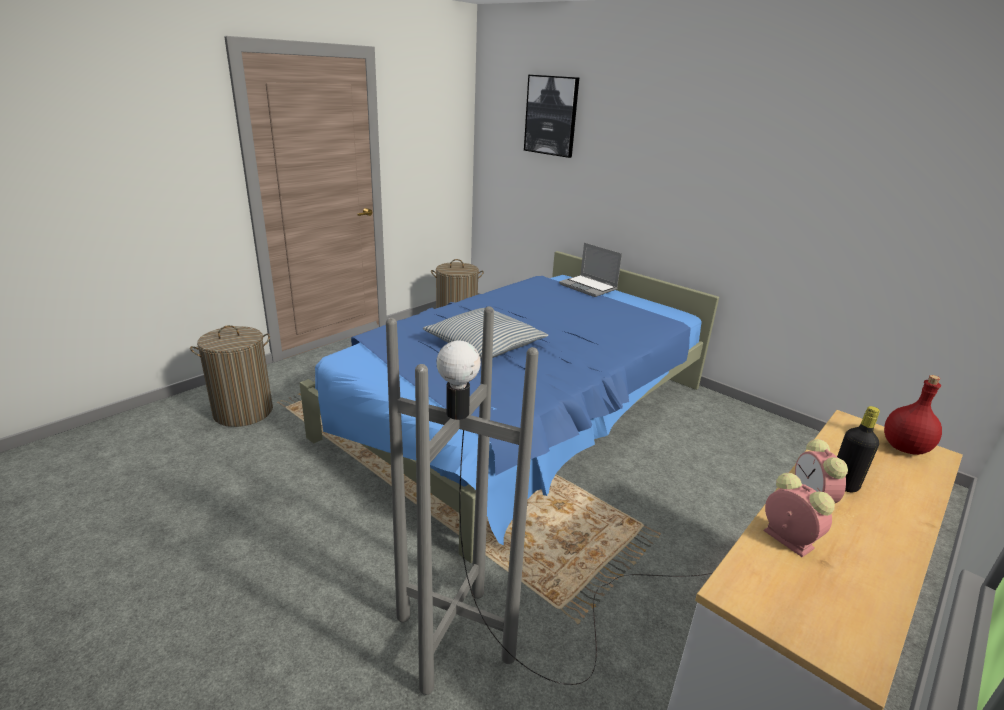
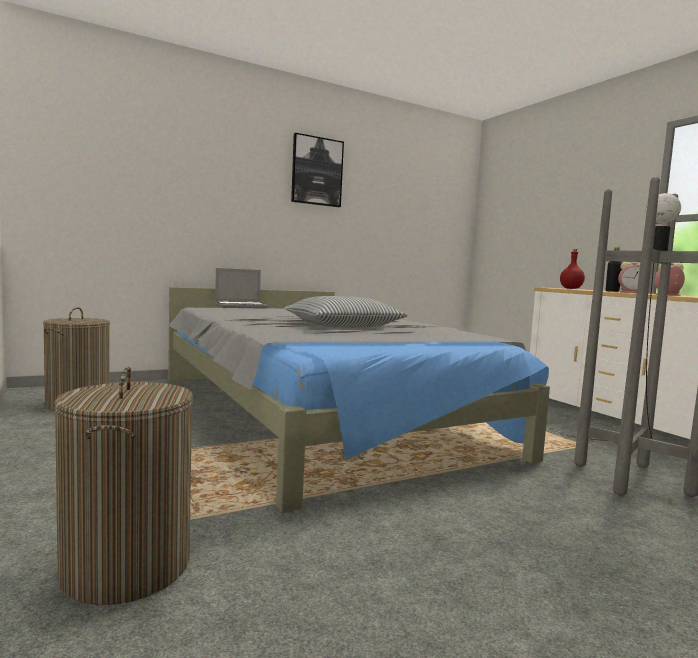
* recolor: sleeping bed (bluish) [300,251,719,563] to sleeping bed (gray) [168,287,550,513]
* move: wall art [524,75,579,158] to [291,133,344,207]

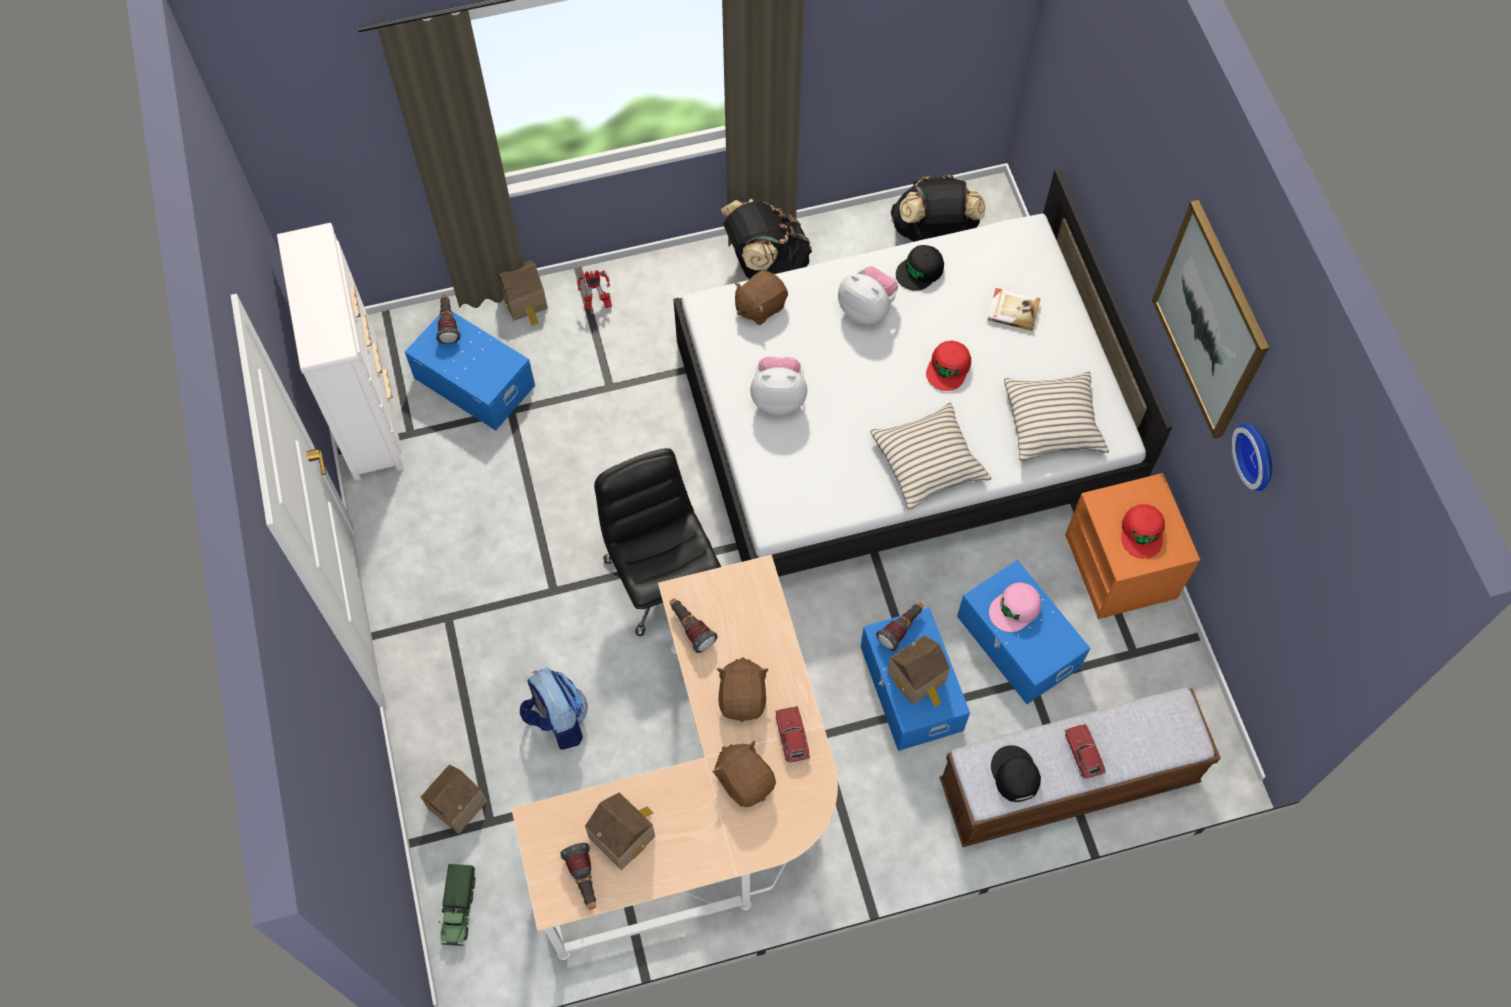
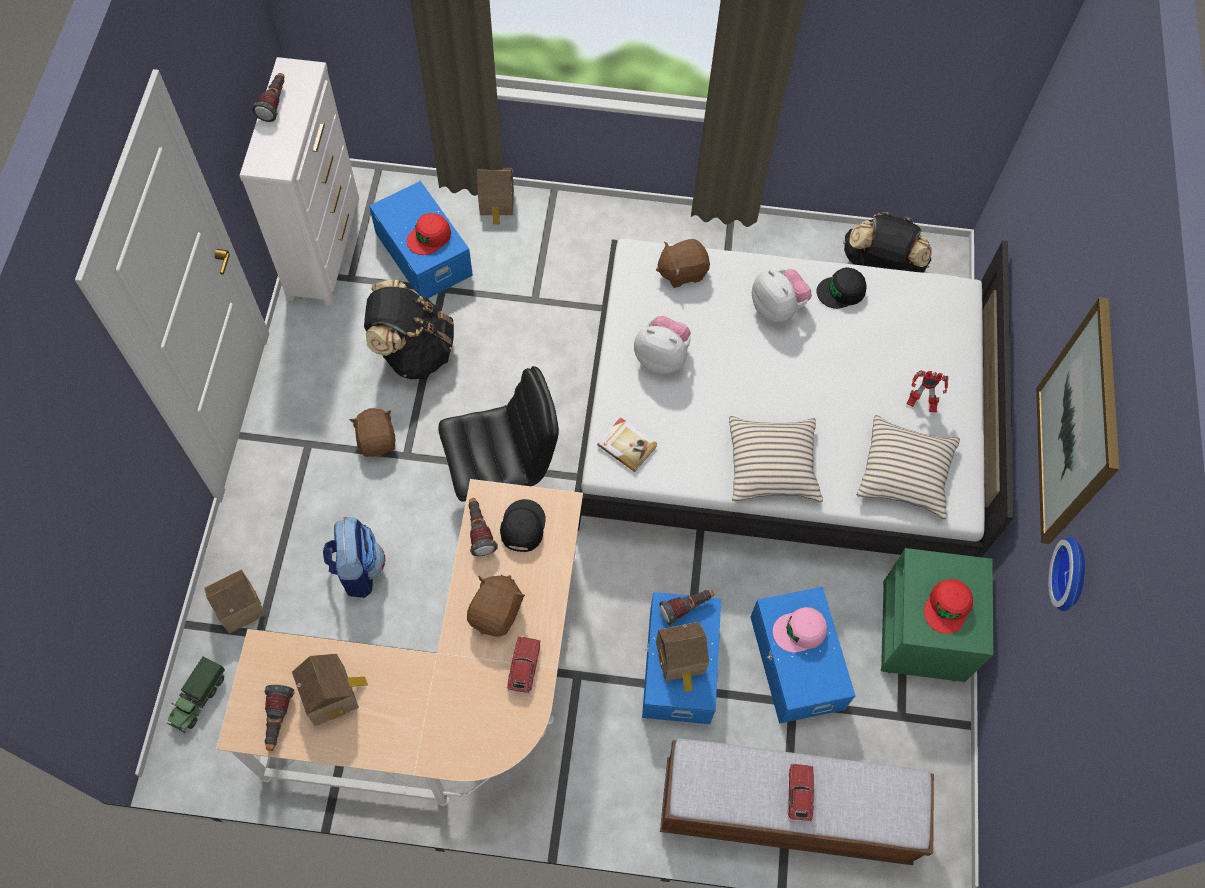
* move: torch [436,295,461,344] to [252,73,285,122]
* move: toy robot [577,270,612,309] to [907,370,948,412]
* rotate: computer chair (black) [594,448,721,636] = [438,366,559,501] 75 degrees clockwise
* move: plush toy (brownish) [712,741,776,807] to [350,408,395,457]
* move: backpack (black) [721,199,812,279] to [364,280,454,379]
* move: peaked cap (red-coloured) [926,340,971,391] to [407,213,451,255]
* move: bound book [988,288,1041,331] to [597,417,658,472]
* move: peaked cap (black) [991,745,1041,802] to [500,499,546,552]
* recolor: nightstand (orange) [1065,473,1200,619] to nightstand (green) [881,548,994,682]

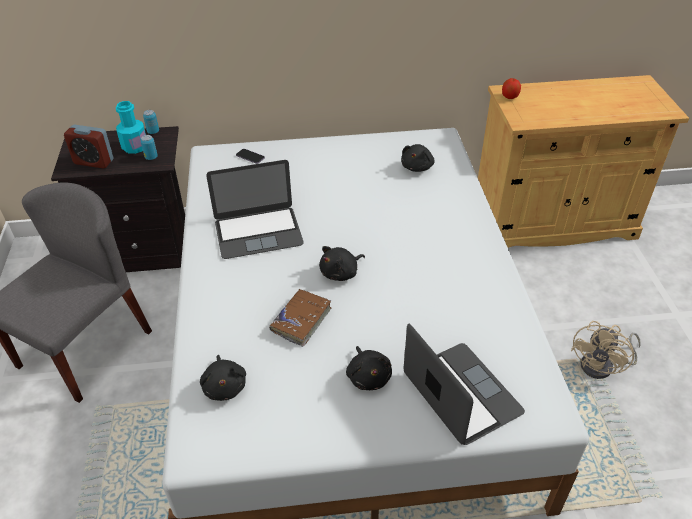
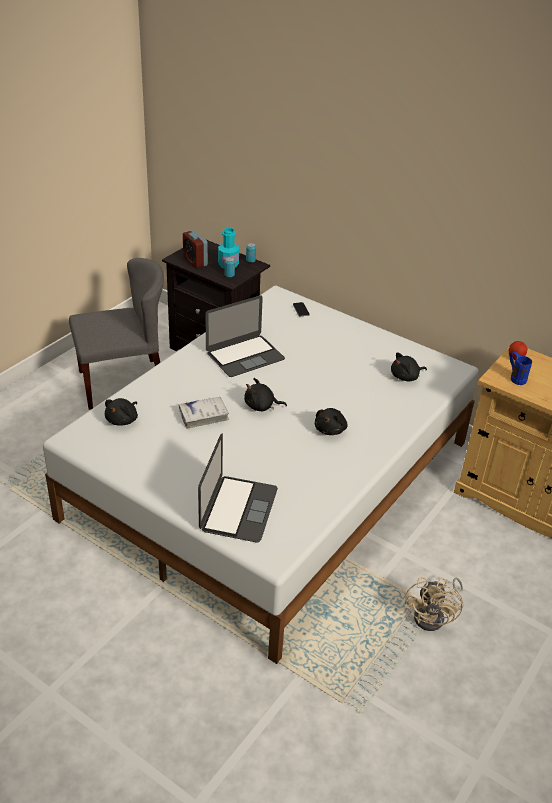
* rotate: portable computer [206,160,304,259] = [206,295,285,377] 60 degrees counterclockwise
* recolor: bound book (brownish) [269,289,332,347] to bound book (whitish) [179,396,229,428]
* move: plush toy (black) [346,346,392,390] to [315,408,348,435]
* rotate: cooling fan (beige) [571,321,641,379] = [405,577,463,631] 60 degrees counterclockwise
* insert: coffee mug (bluish) [510,352,532,385]

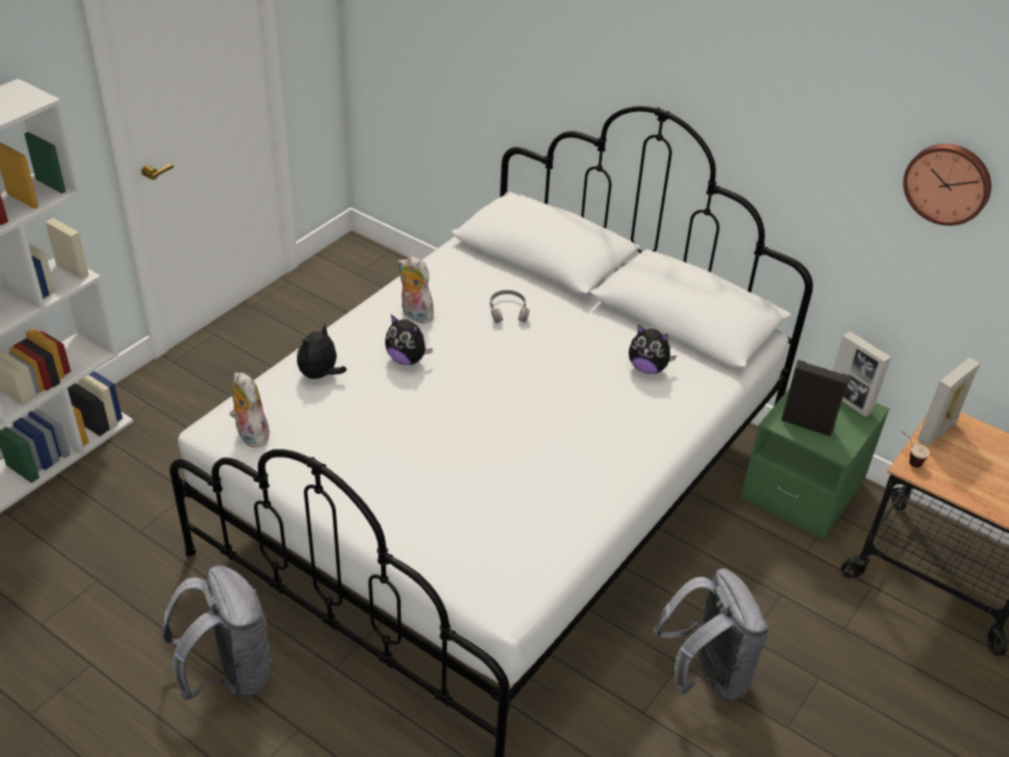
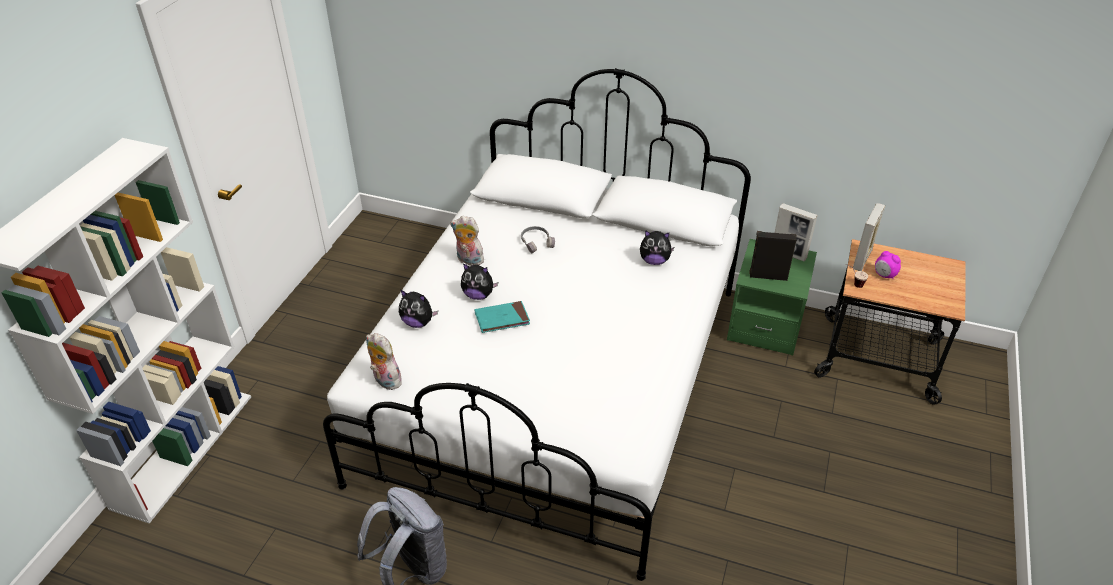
* rotate: plush toy [297,324,347,379] = [399,290,438,328] 90 degrees counterclockwise
* delete: backpack (gray) [653,568,769,701]
* delete: wall clock [903,144,991,226]
* insert: bound book (turquoise) [475,301,530,333]
* insert: table clock [875,251,901,279]

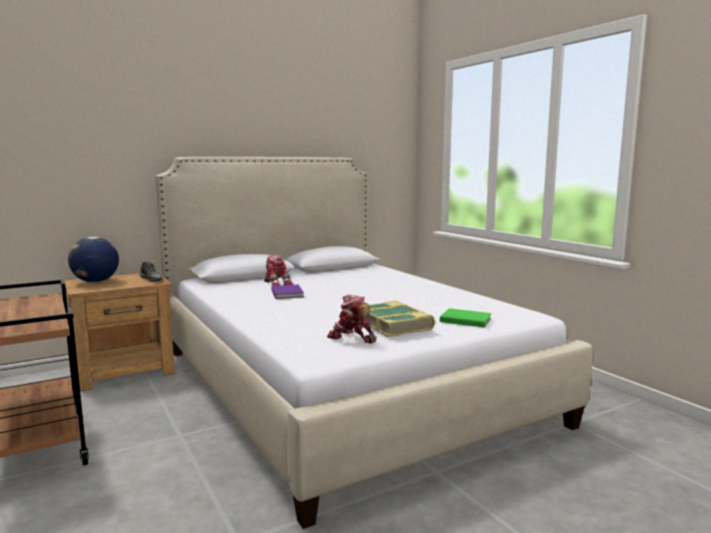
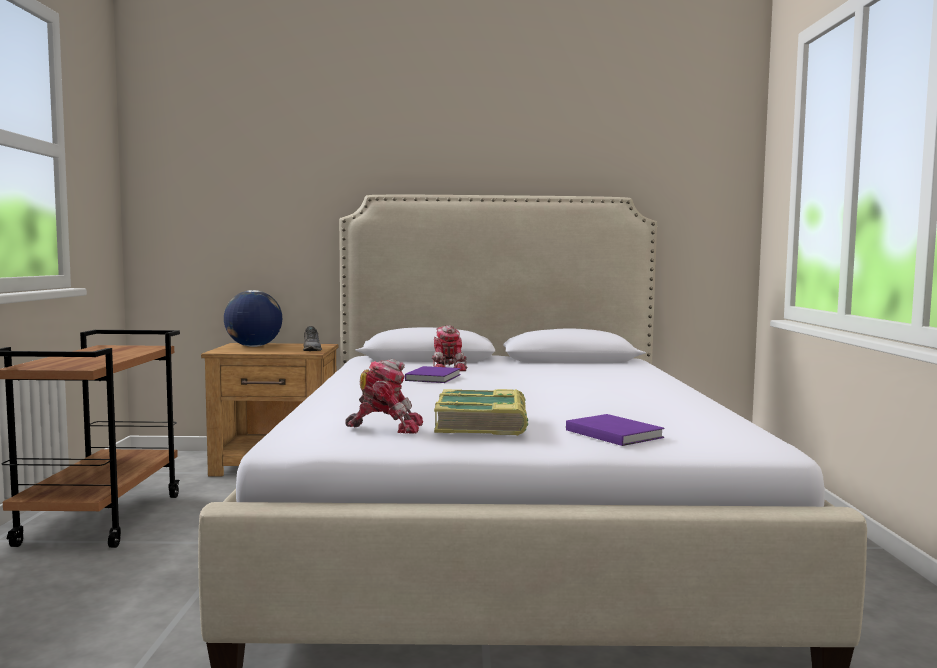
* rotate: toy robot [327,294,377,344] = [345,359,423,434] 120 degrees clockwise
* recolor: bound book (green) [440,308,492,327] to bound book (purple) [566,414,665,446]

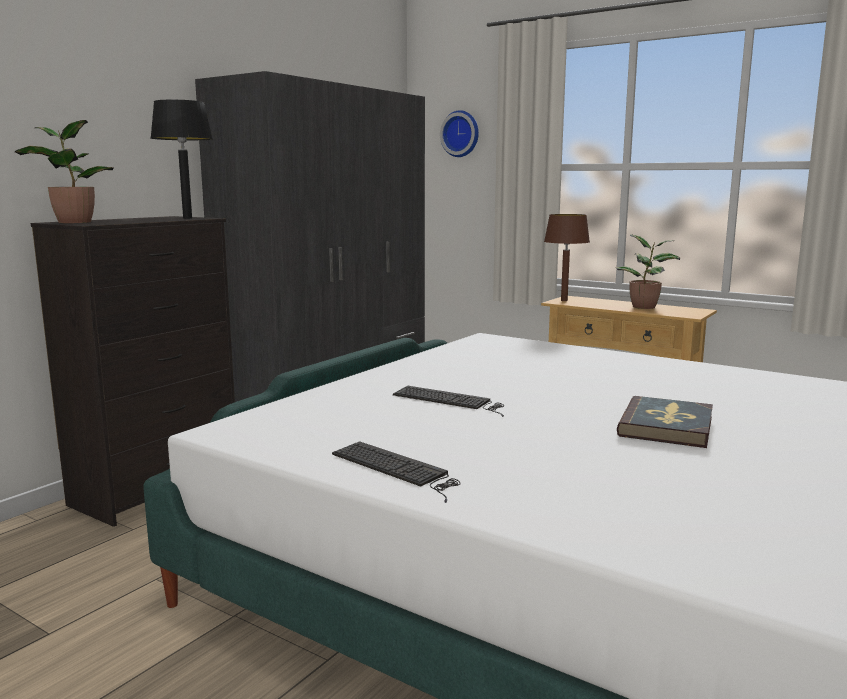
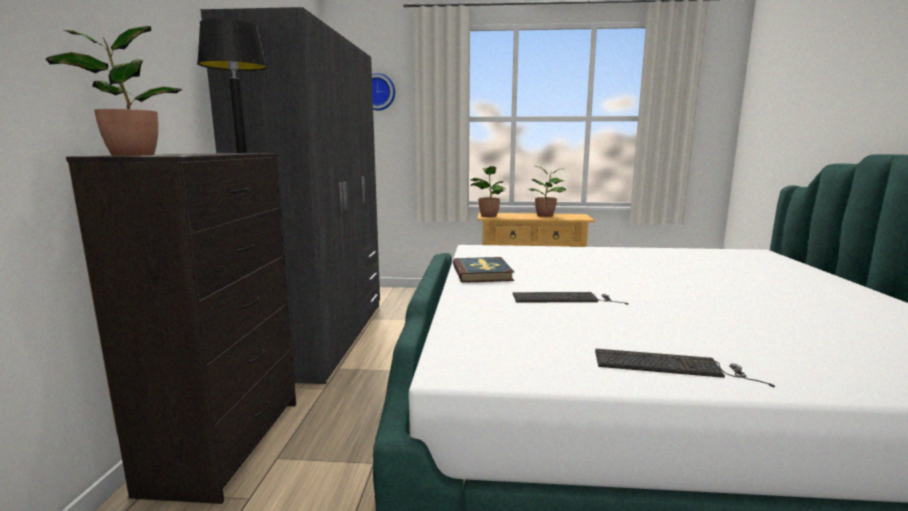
* replace: tabletop lamp (brownish) [544,214,590,301] to plant in a pot [470,166,506,217]
* move: bound book [617,396,713,448] to [453,257,514,283]

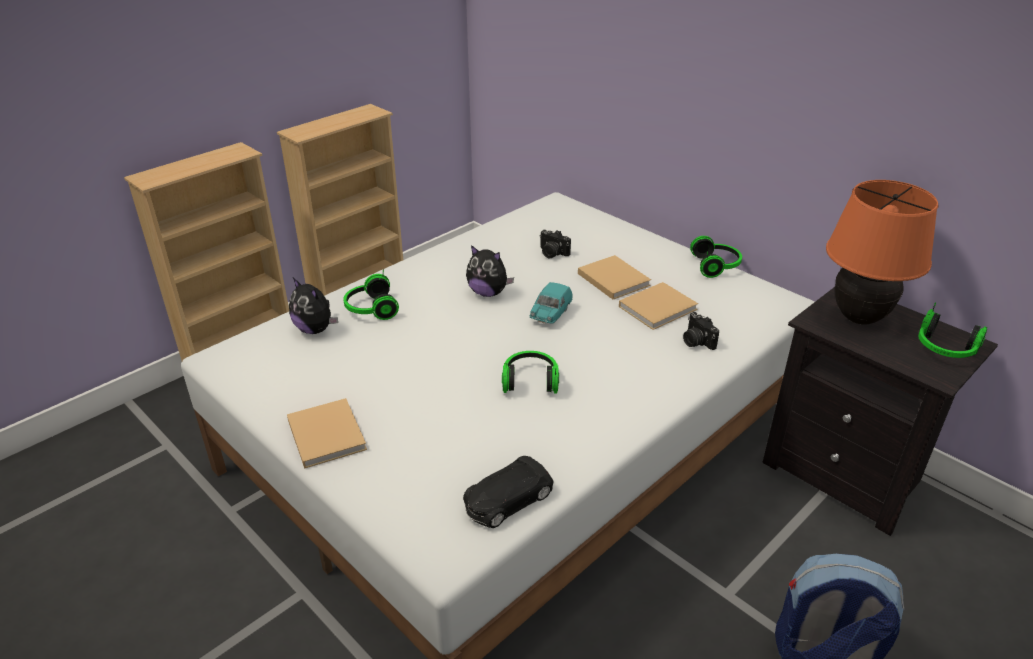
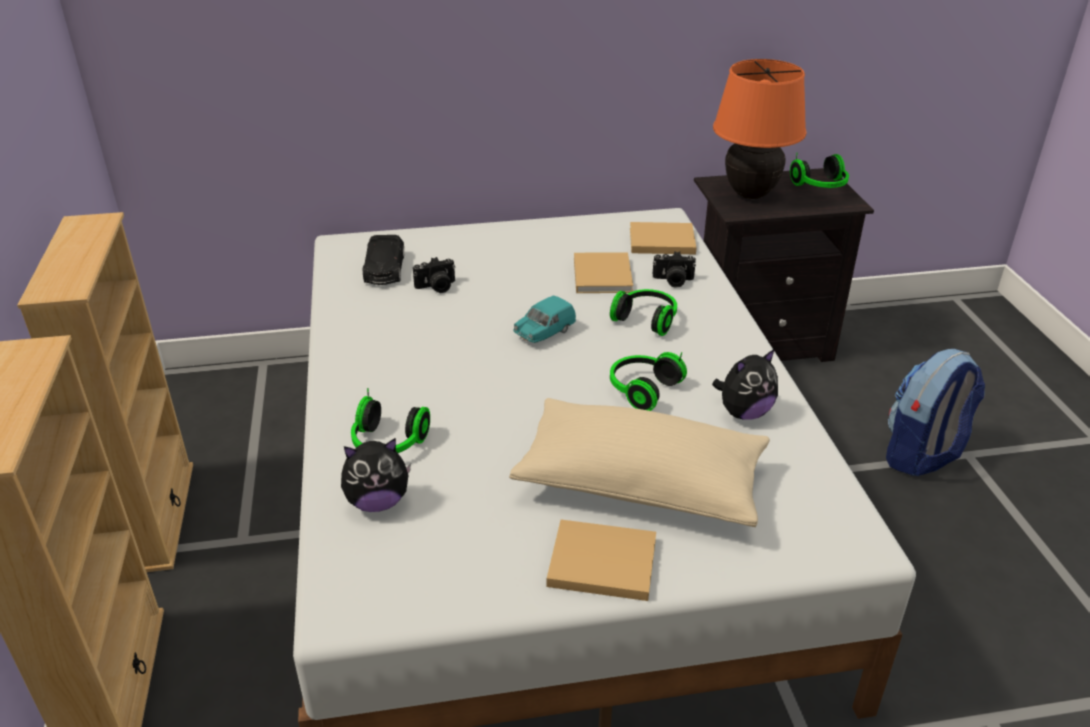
* move: model car (black) [463,456,554,528] to [363,235,404,285]
* move: plush toy [466,245,514,297] to [712,349,778,420]
* rotate: model car (turquoise) [530,282,573,324] = [513,295,576,343] 75 degrees clockwise
* move: bound book (beige) [578,255,651,299] to [630,222,697,254]
* move: headset [690,236,742,278] to [610,289,677,336]
* insert: cushion (beige) [509,398,770,527]

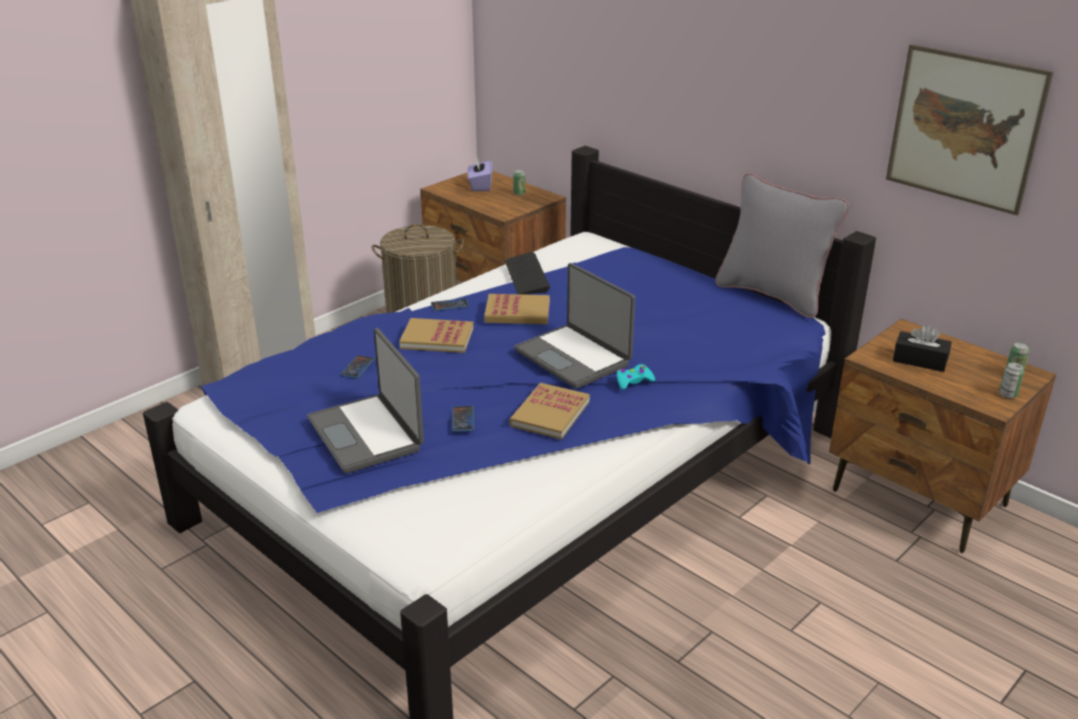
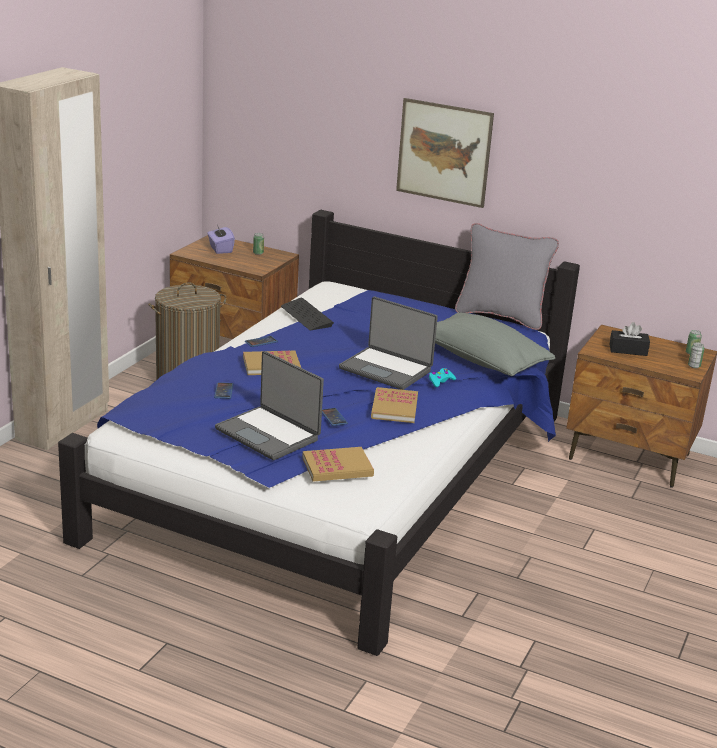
* move: bound book [484,294,550,324] to [302,447,374,482]
* move: wall art [886,44,1054,215] to [396,98,494,208]
* insert: cushion (gray) [435,313,556,376]

